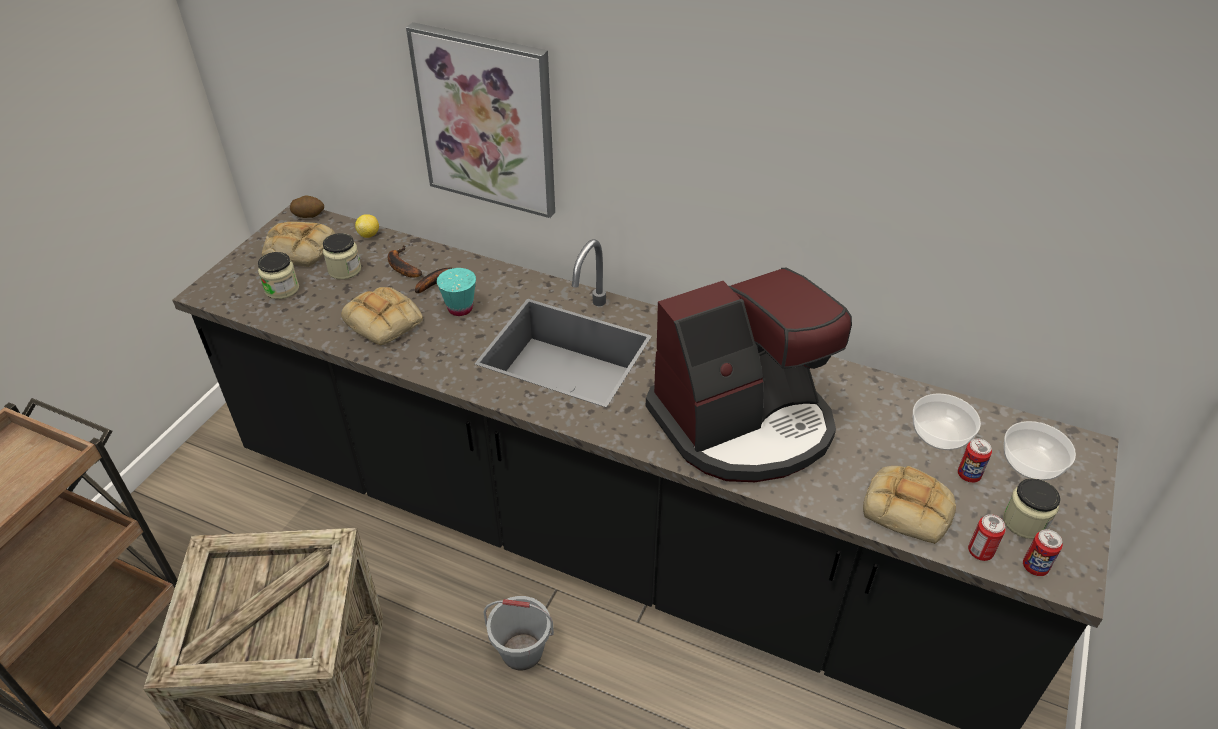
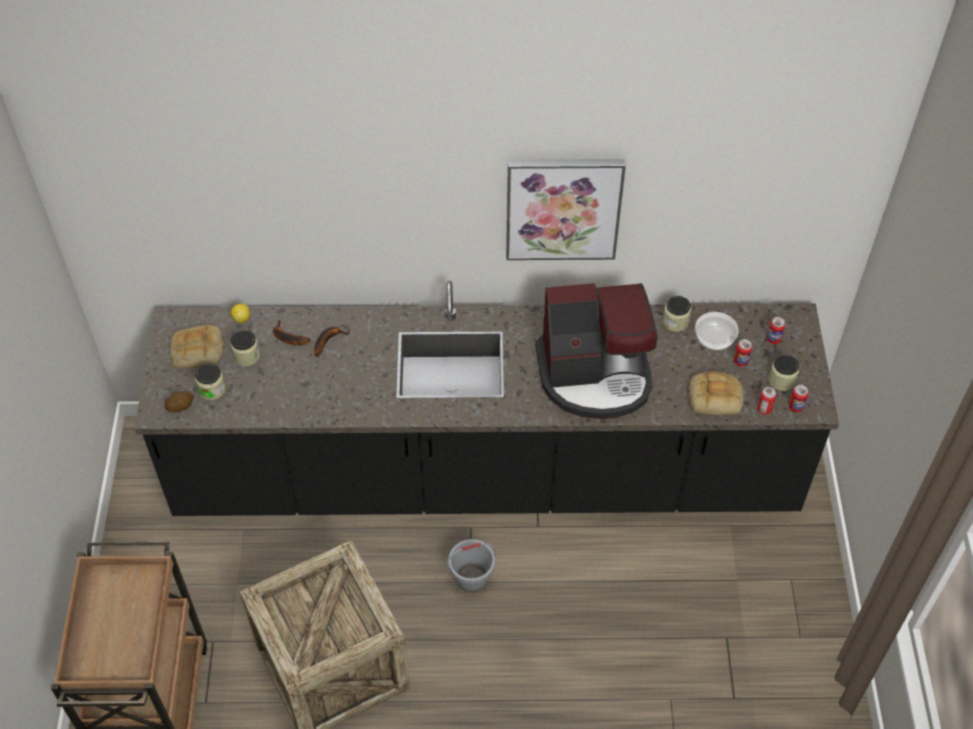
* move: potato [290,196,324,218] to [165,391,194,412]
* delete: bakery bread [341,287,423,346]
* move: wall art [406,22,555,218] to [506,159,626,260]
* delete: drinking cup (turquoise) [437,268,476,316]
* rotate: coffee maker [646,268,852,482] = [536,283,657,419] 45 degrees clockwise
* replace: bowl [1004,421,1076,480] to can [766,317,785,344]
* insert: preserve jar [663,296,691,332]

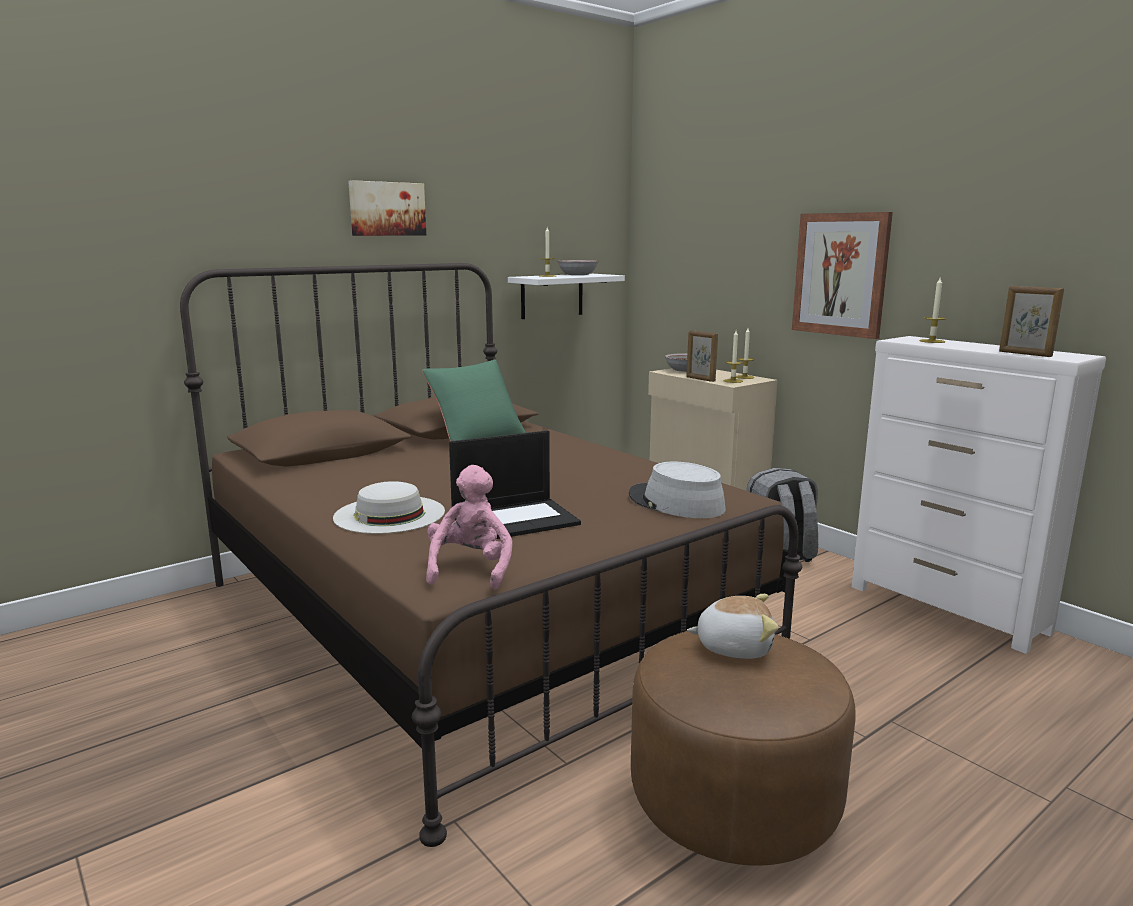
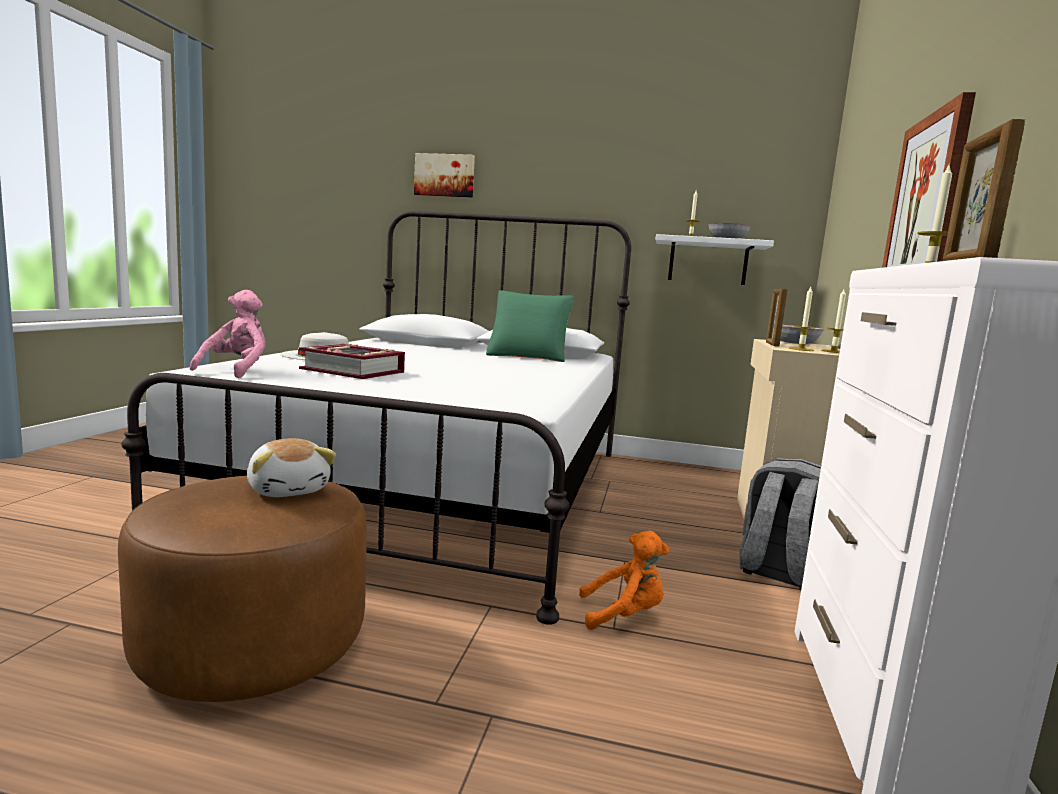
* recolor: sleeping bed (brownish) [180,263,802,847] to sleeping bed (whitish) [121,211,631,625]
* move: wall art [348,180,426,236] to [414,153,475,198]
* rotate: plush toy (pink) [426,465,513,590] = [190,290,266,378] 45 degrees counterclockwise
* replace: portable computer [449,430,581,539] to bound book [299,344,405,379]
* delete: wearable hat (gray) [629,462,726,518]
* insert: plush toy (orange) [579,531,669,630]

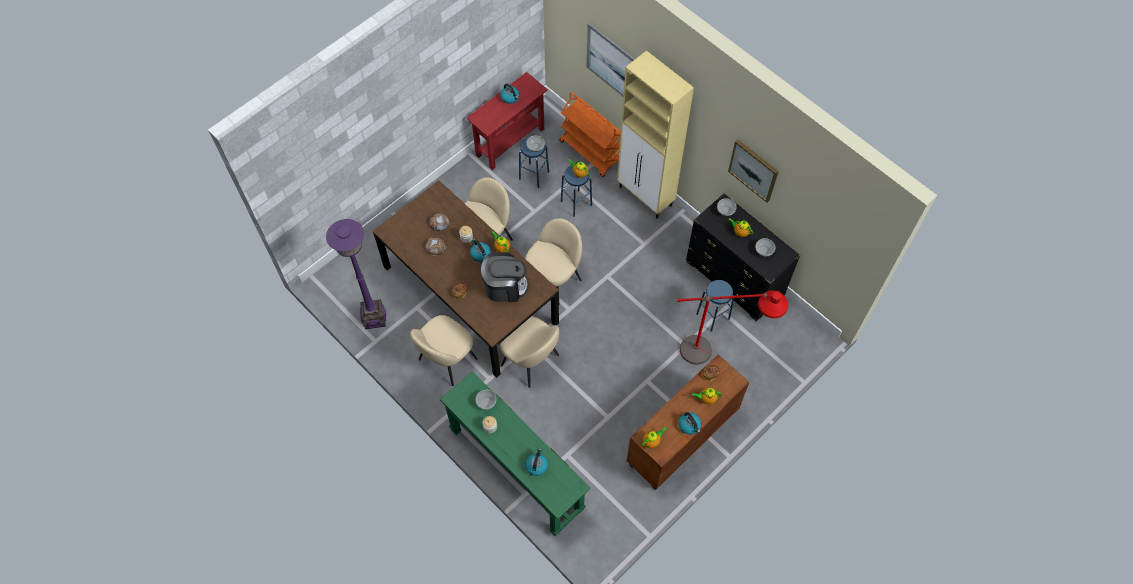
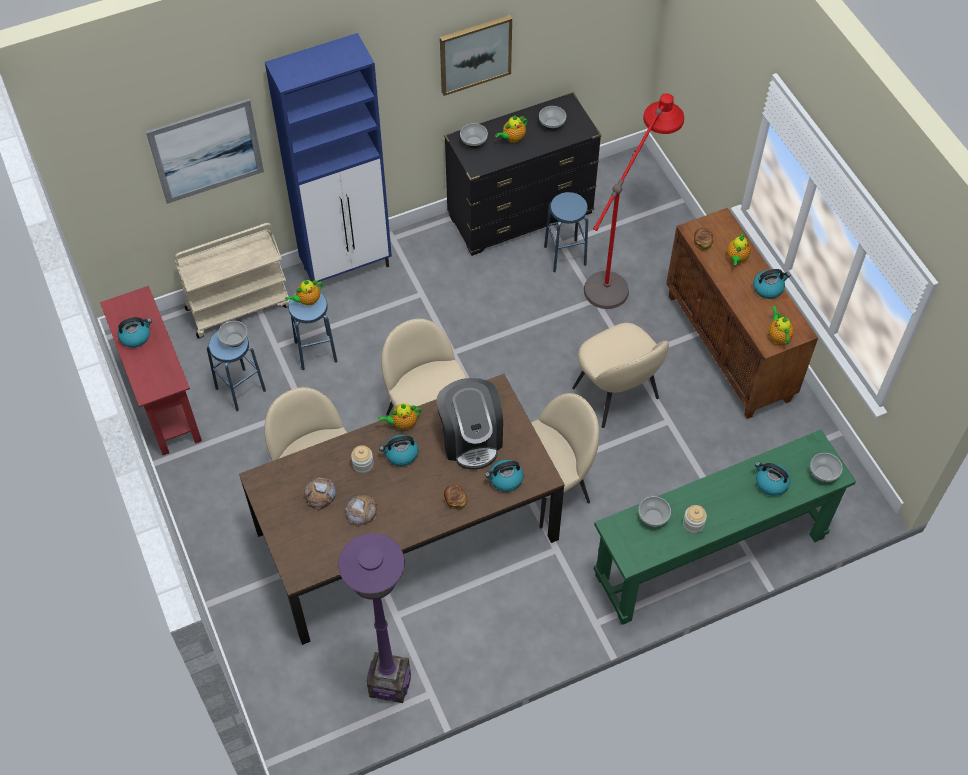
* move: chair (beige) [410,315,478,386] to [572,323,669,428]
* rotate: coffee maker [481,252,529,302] = [437,378,503,469] 150 degrees clockwise
* recolor: wheeled cart (orange) [560,92,621,177] to wheeled cart (beige) [175,223,290,338]
* recolor: cupboard (beige) [617,50,694,219] to cupboard (bluish) [265,33,392,282]
* insert: water kettle [485,460,523,492]
* insert: bowl [810,453,843,482]

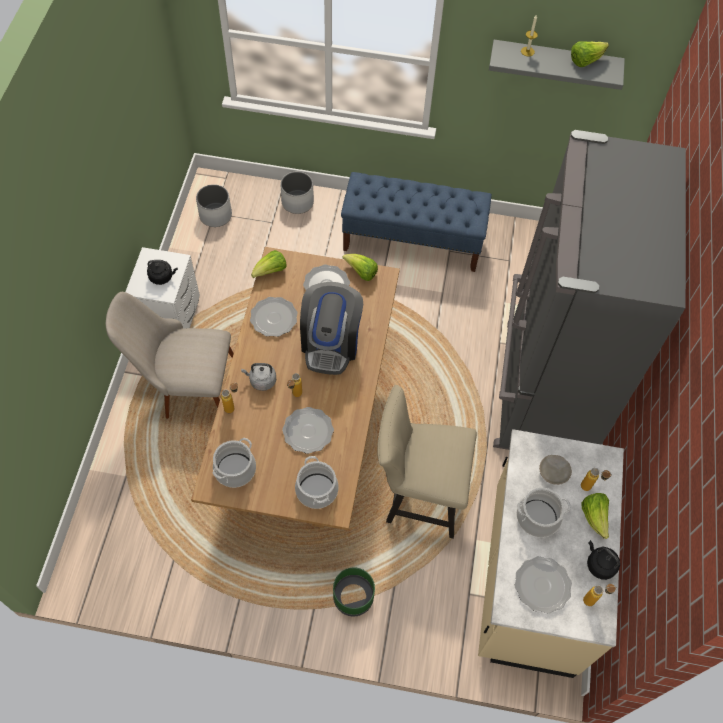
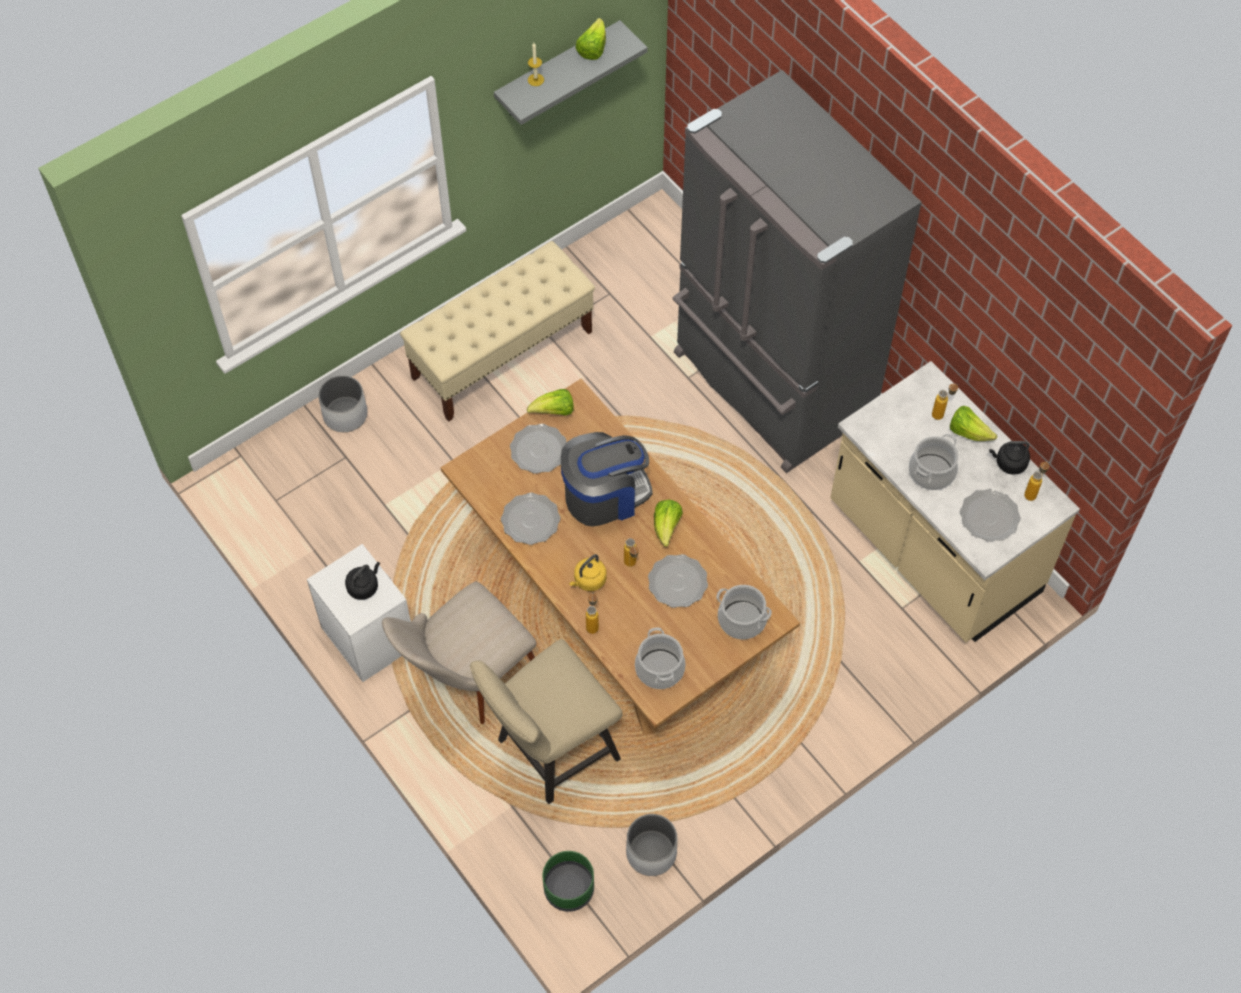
* move: planter (whitish) [196,184,232,227] to [626,814,677,876]
* recolor: water kettle (gray) [241,363,276,391] to water kettle (yellowish) [569,554,606,591]
* move: head of lettuce [251,250,287,278] to [654,499,683,547]
* rotate: coffee maker [300,282,363,375] = [561,432,653,526] 75 degrees counterclockwise
* move: planter (green) [333,568,375,616] to [542,851,594,912]
* recolor: long seat (bluish) [341,172,492,272] to long seat (beige) [400,241,595,422]
* move: chair (beige) [377,385,477,539] to [470,639,623,804]
* delete: dinner plate (beige) [539,455,572,485]

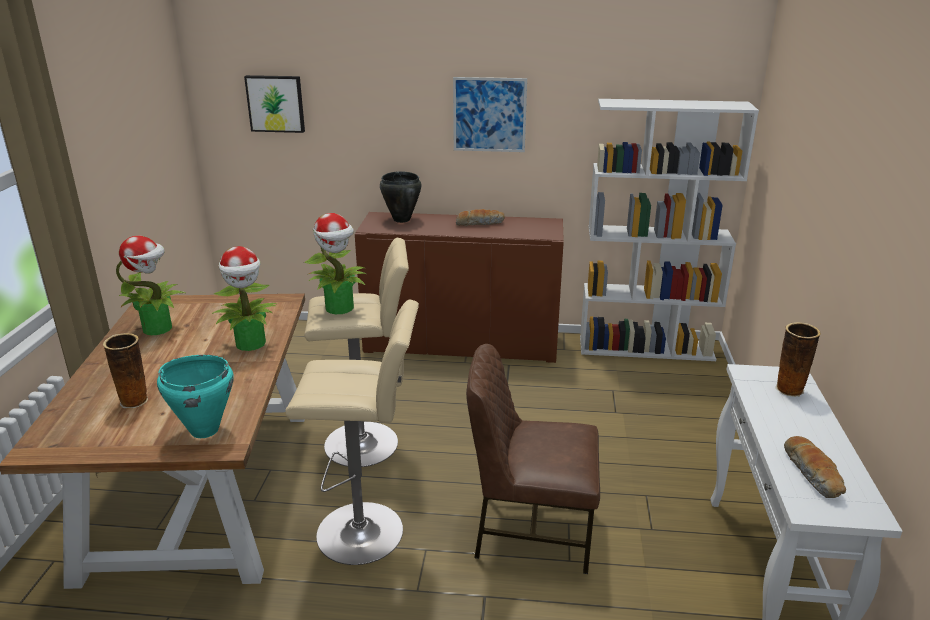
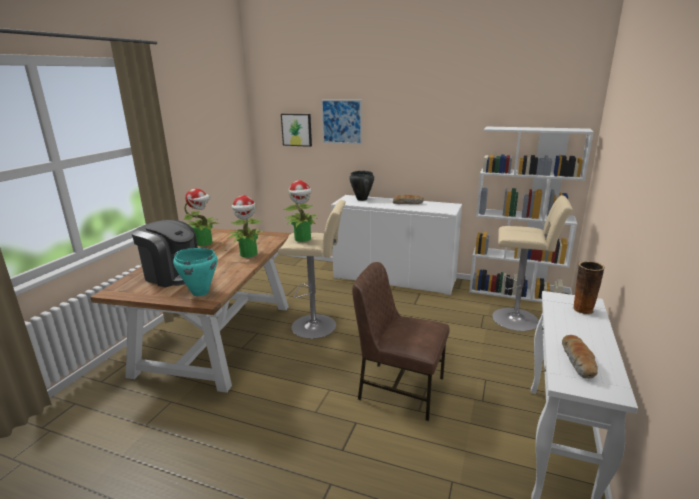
* replace: flower vase [103,333,148,408] to coffee maker [131,220,198,288]
* move: sitting stool (beige) [285,299,419,565] to [492,195,573,331]
* recolor: cupboard (brownish) [355,212,564,363] to cupboard (whitish) [331,195,462,295]
* move: wall art [453,77,527,152] to [321,100,362,144]

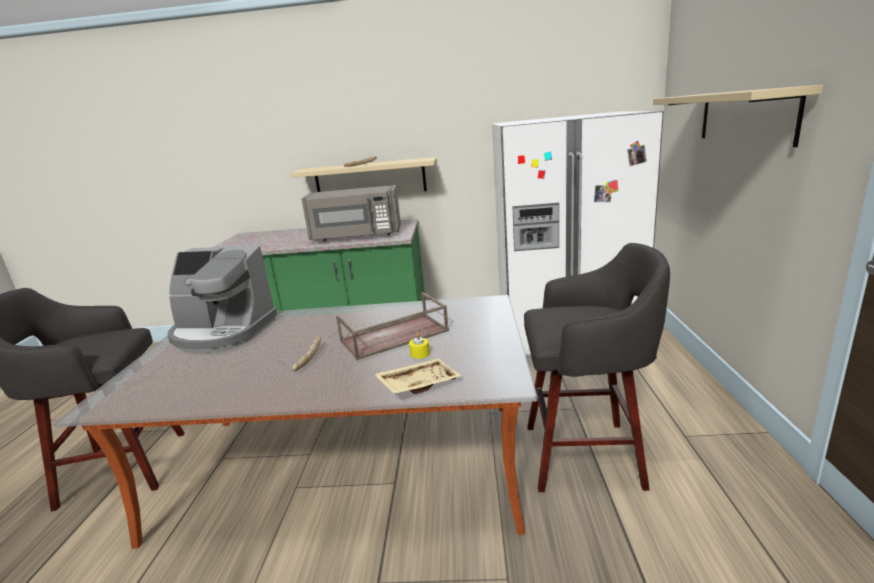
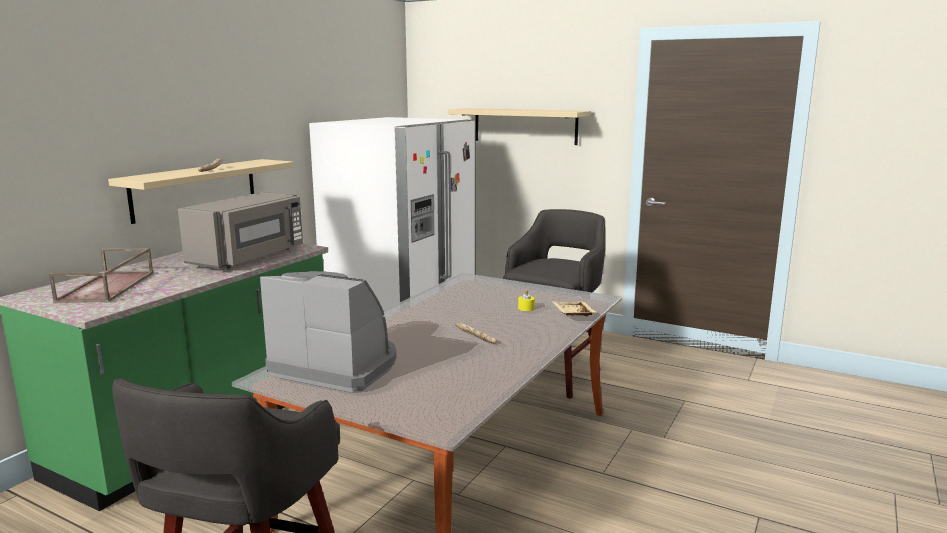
* rotate: coffee maker [168,246,277,353] = [260,271,397,393] 105 degrees counterclockwise
* move: carrying tray (brownish) [336,292,449,360] to [49,248,153,303]

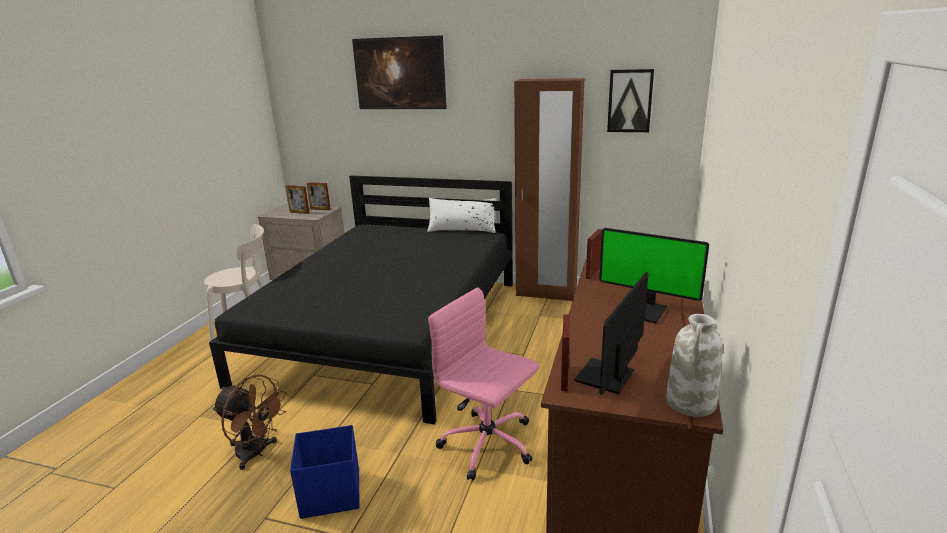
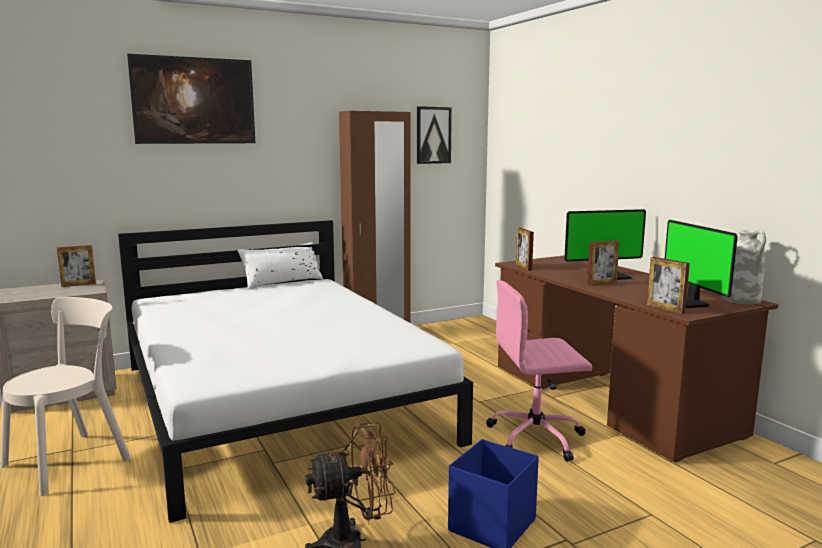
* recolor: sleeping bed (black) [209,175,513,424] to sleeping bed (whitish) [118,220,473,523]
* move: photo frame [285,185,310,214] to [587,240,620,286]

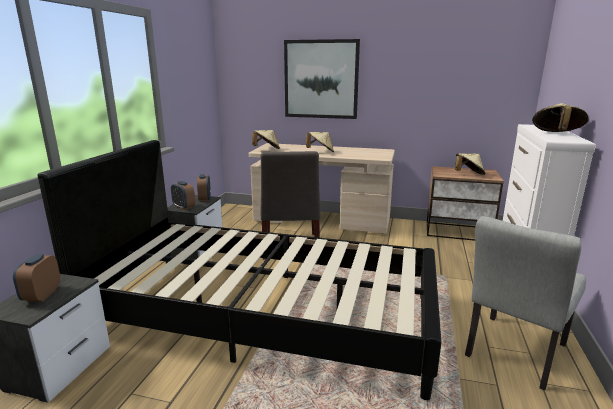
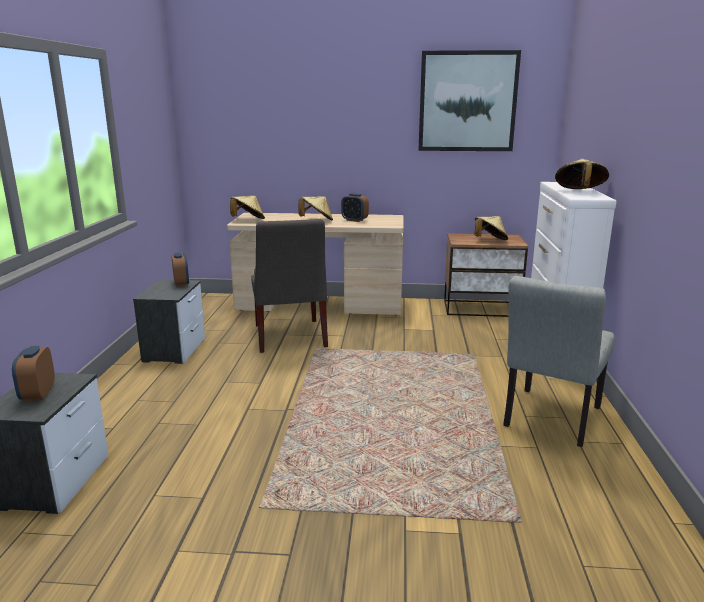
* delete: sleeping bed (black) [38,140,442,400]
* move: table clock [171,181,195,210] to [341,193,369,222]
* move: wall art [284,39,360,119] to [418,50,521,151]

